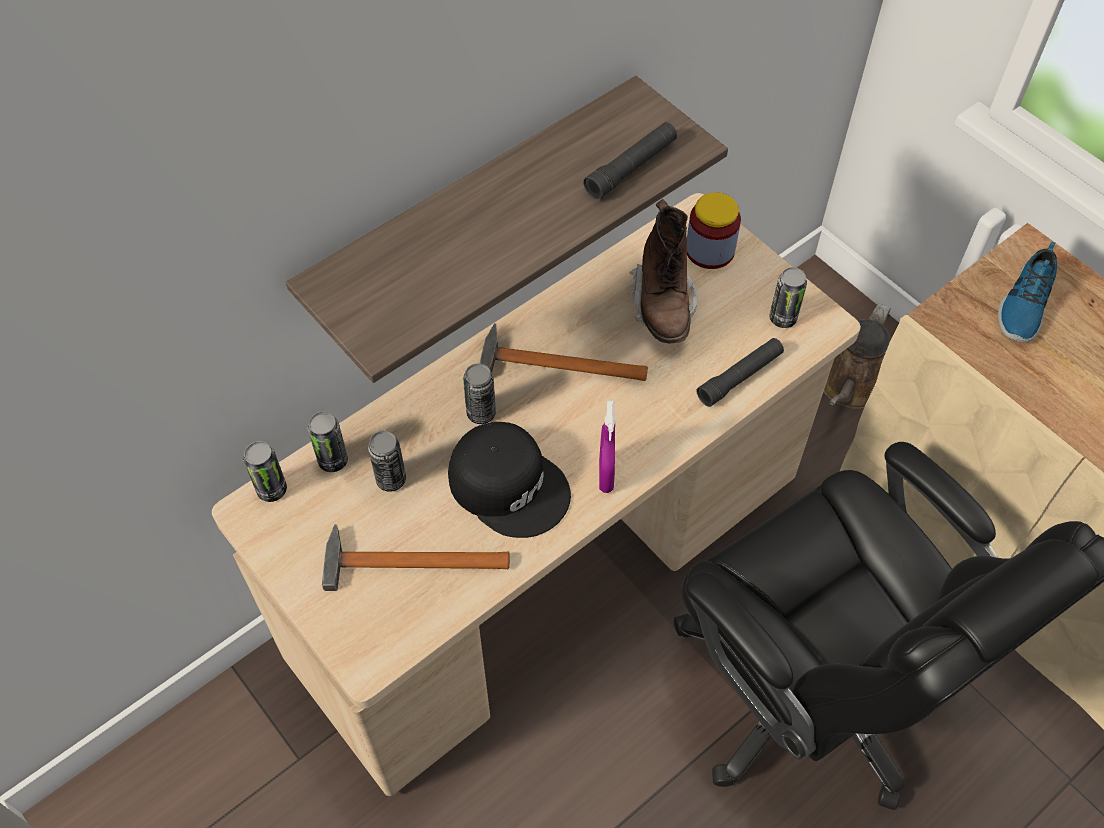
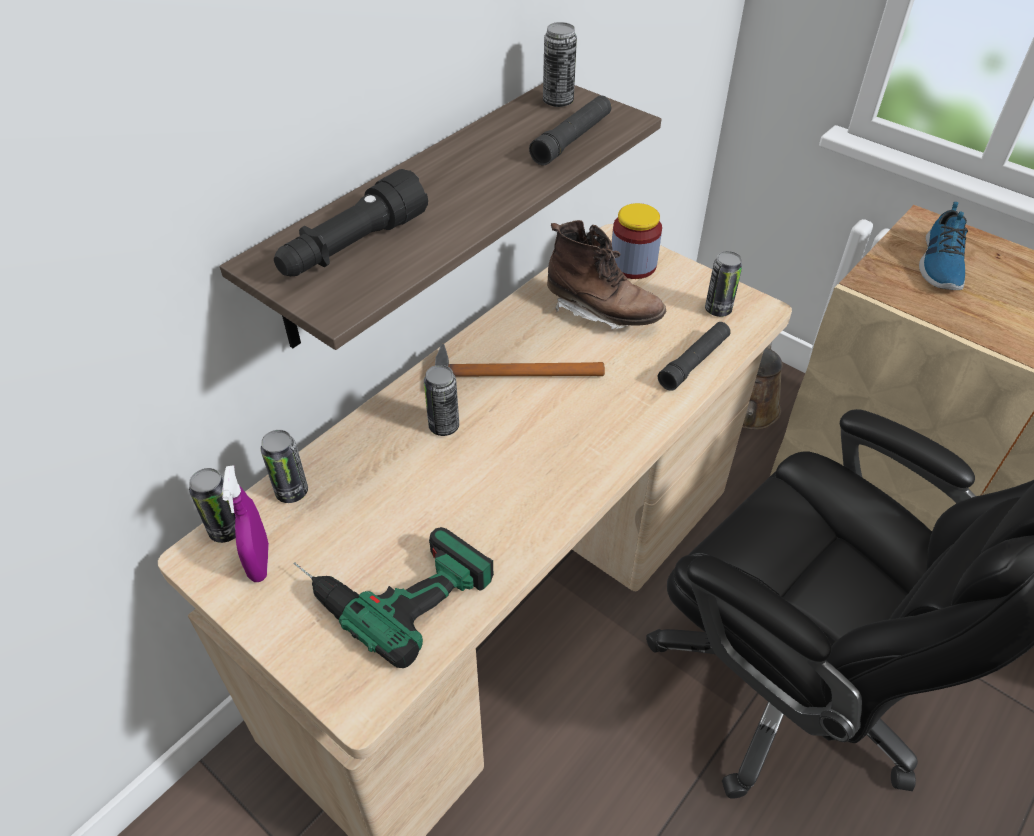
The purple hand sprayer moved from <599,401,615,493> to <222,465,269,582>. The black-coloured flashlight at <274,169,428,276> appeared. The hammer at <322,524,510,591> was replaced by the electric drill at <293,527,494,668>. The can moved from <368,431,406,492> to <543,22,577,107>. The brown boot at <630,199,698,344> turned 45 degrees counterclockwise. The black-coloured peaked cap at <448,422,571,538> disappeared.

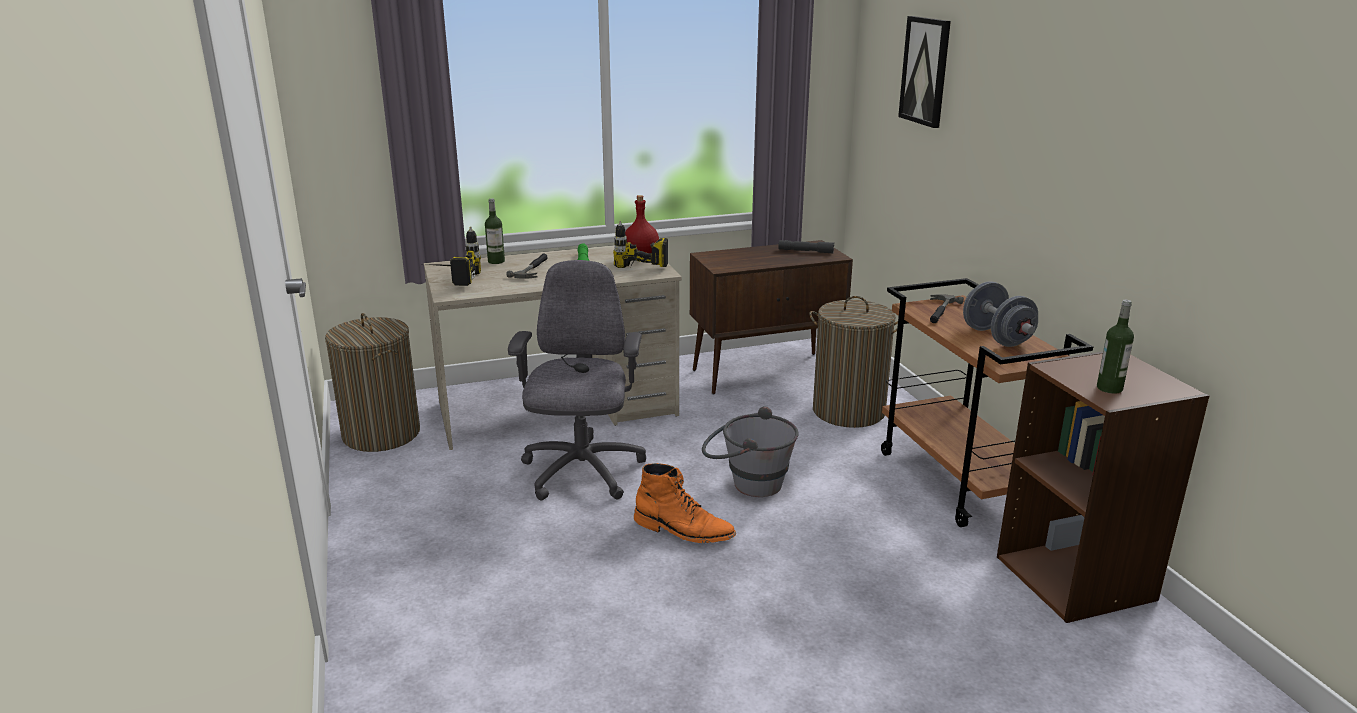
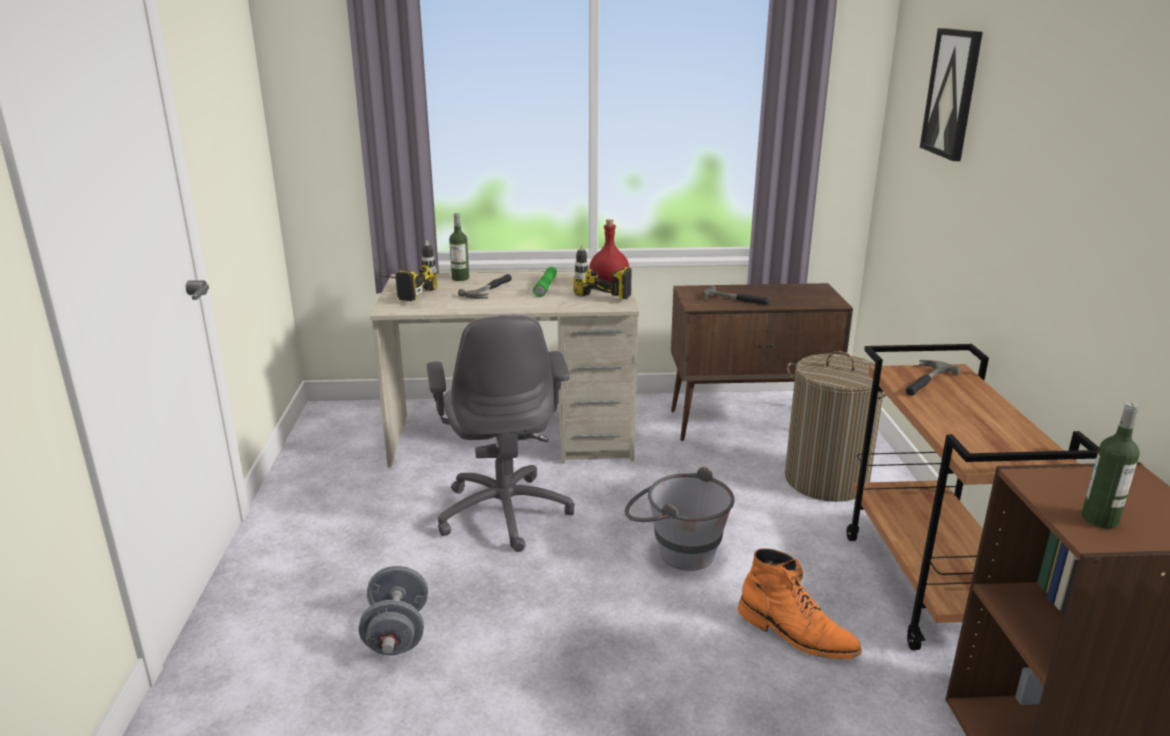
The grey hand weight moved from <963,281,1038,347> to <359,566,428,656>. The grey desk chair at <508,260,646,500> turned 150 degrees clockwise. The hammer at <704,286,770,305> appeared. The orange boot moved from <634,463,736,543> to <738,548,862,659>. The washing basket at <325,313,420,452> disappeared. The grey flashlight at <778,240,834,254> disappeared.

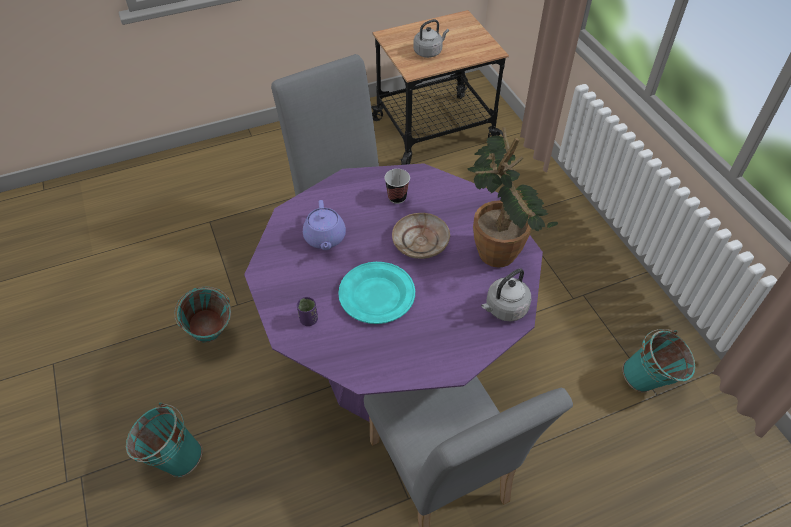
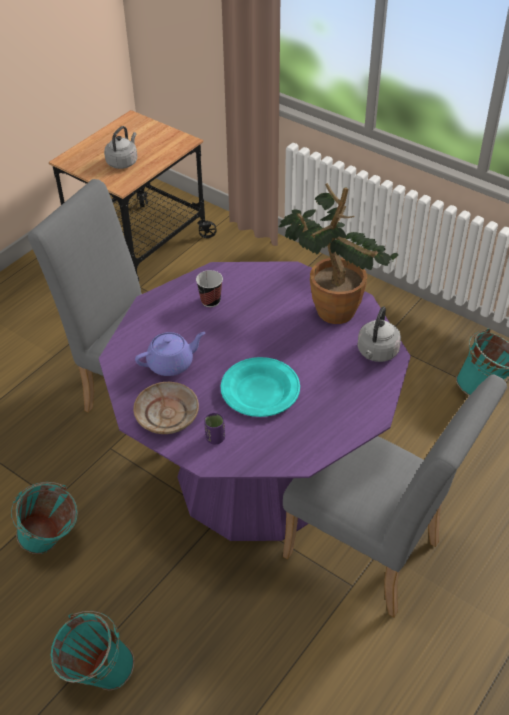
The beige dinner plate moved from <392,213,450,259> to <133,382,199,434>. The purple tea pot at <303,200,346,250> turned 75 degrees counterclockwise.

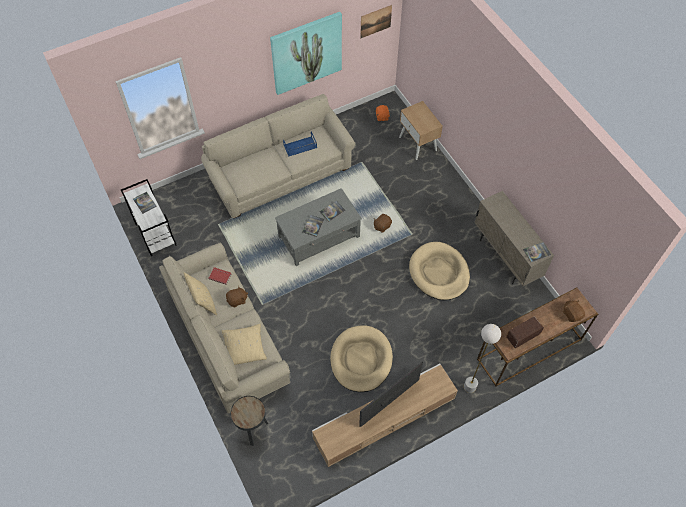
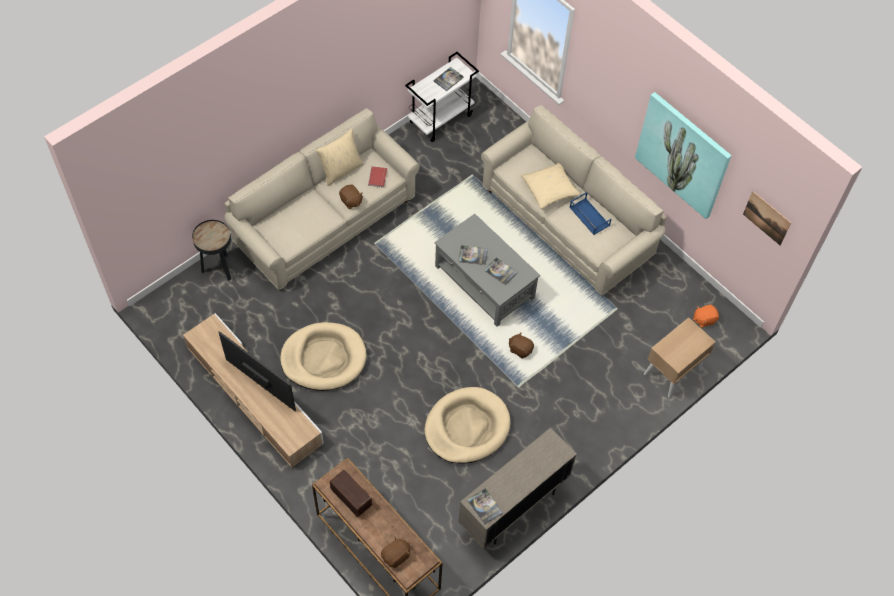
The beige cushion moved from <222,324,267,365> to <521,163,580,209>. The white-coloured standard lamp at <464,324,501,393> disappeared.

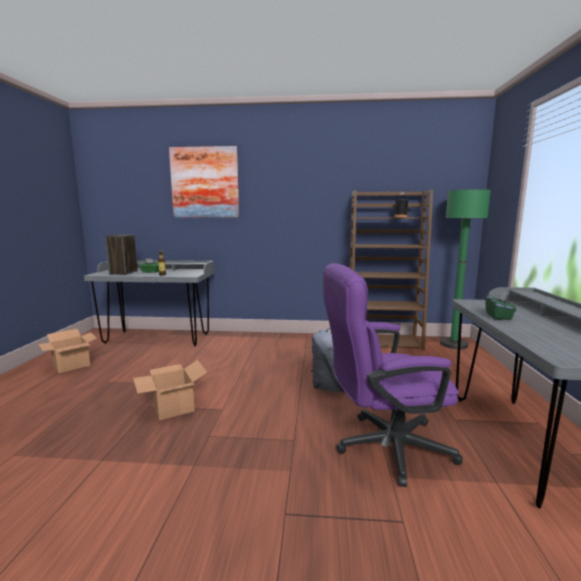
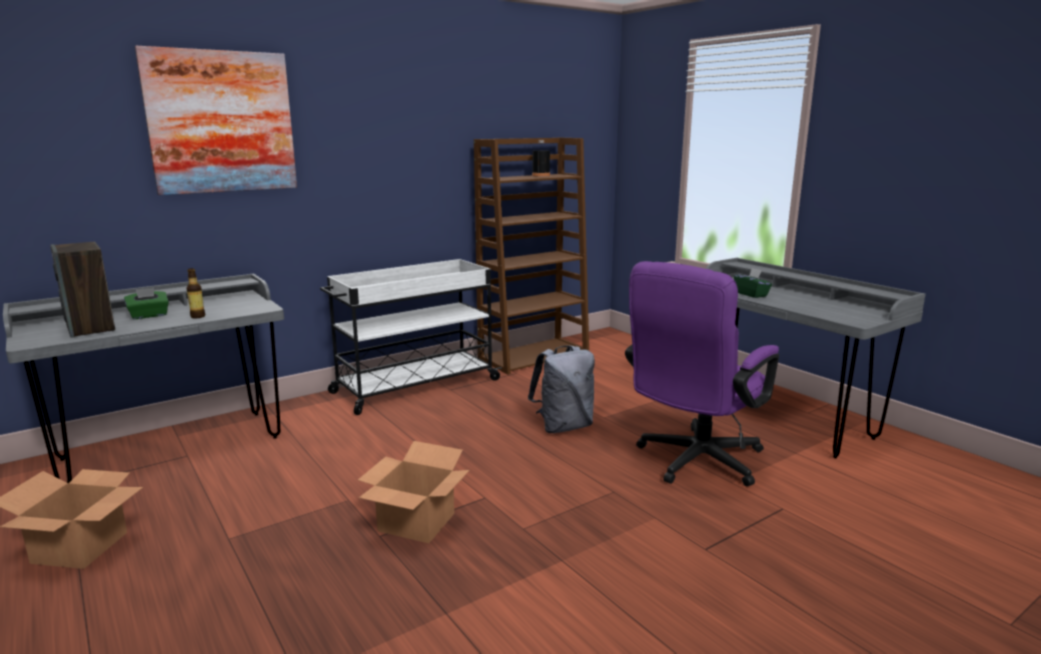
The white-coloured cart at <320,259,502,415> appeared. The green-coloured standard lamp at <440,189,490,349> disappeared.

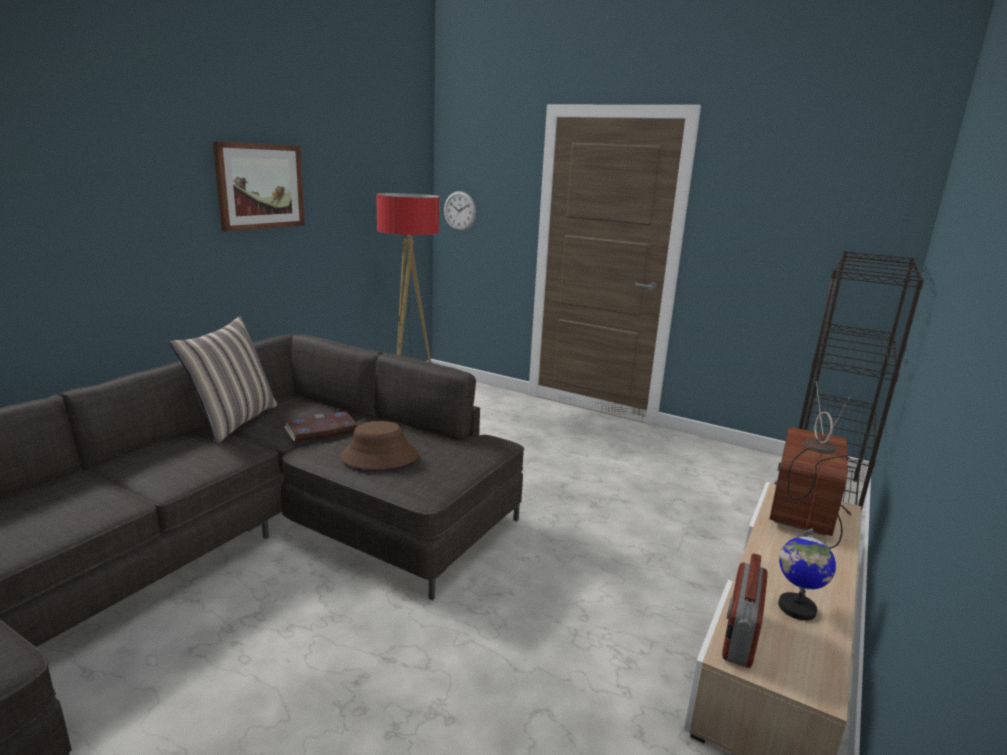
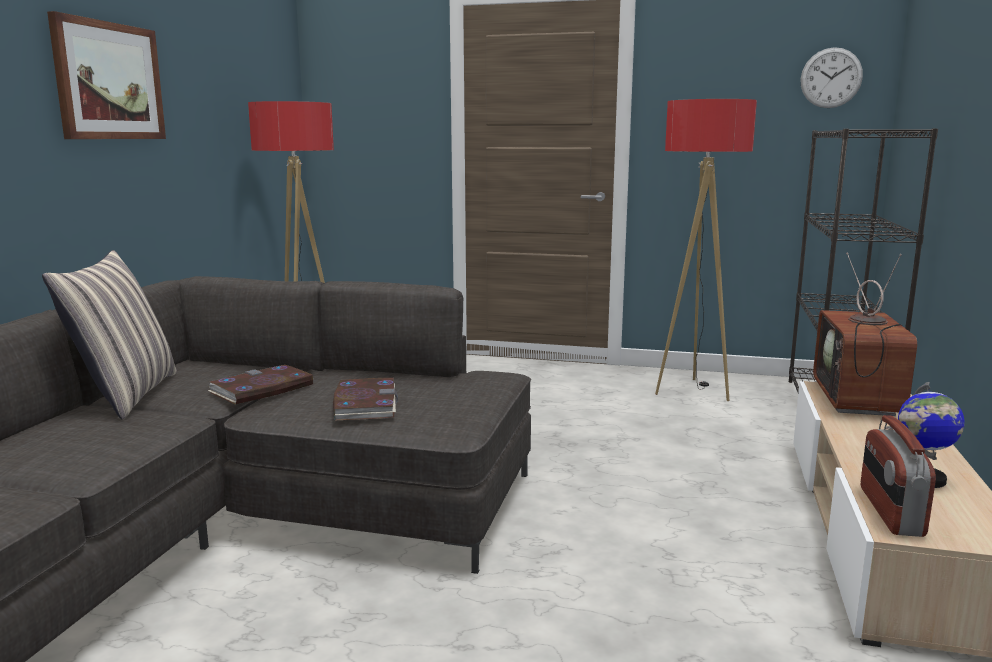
The brown wearable hat at <340,421,419,469> was replaced by the volume at <333,378,398,420>. The standard lamp at <655,99,757,401> appeared. The clock on the wall moved from <444,191,476,231> to <801,47,863,108>.

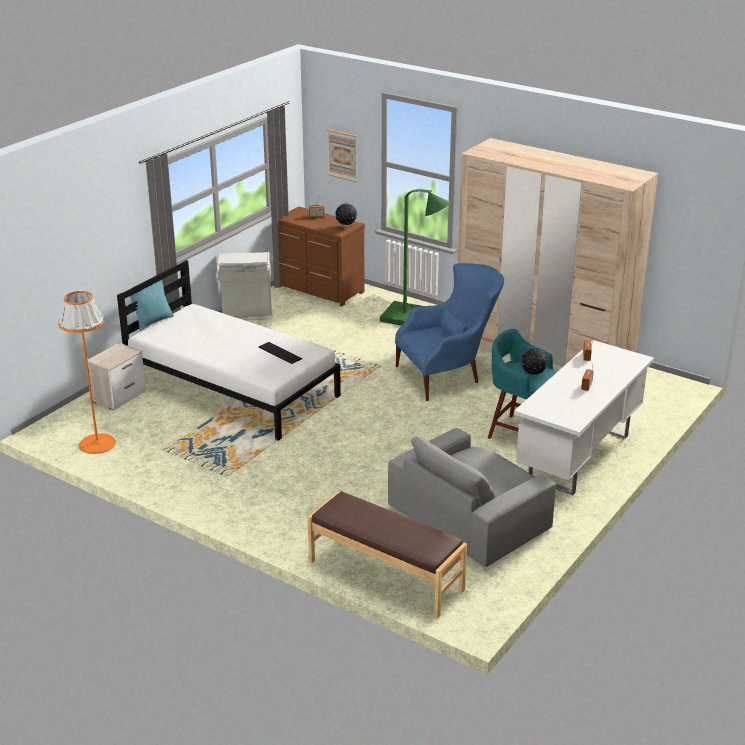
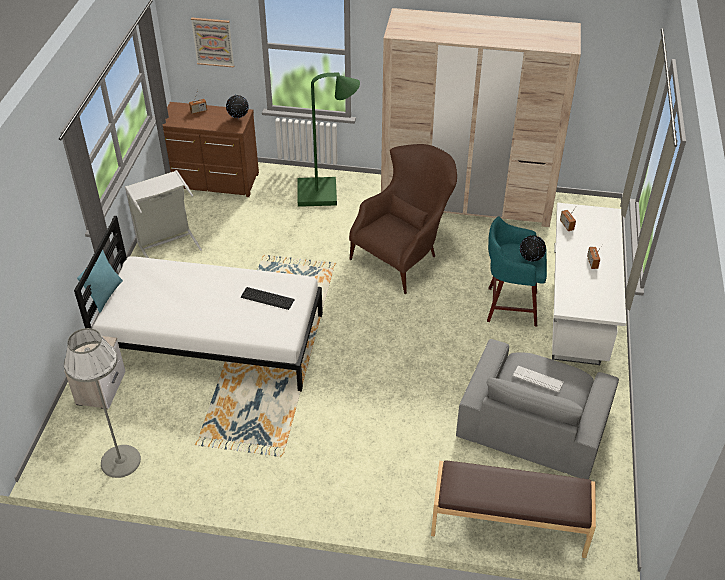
The orange standard lamp at <58,291,116,454> became the grey standard lamp at <64,328,141,478>. The bluish armchair at <395,263,504,401> became the brown armchair at <349,144,457,294>. The keyboard at <513,366,564,392> appeared.

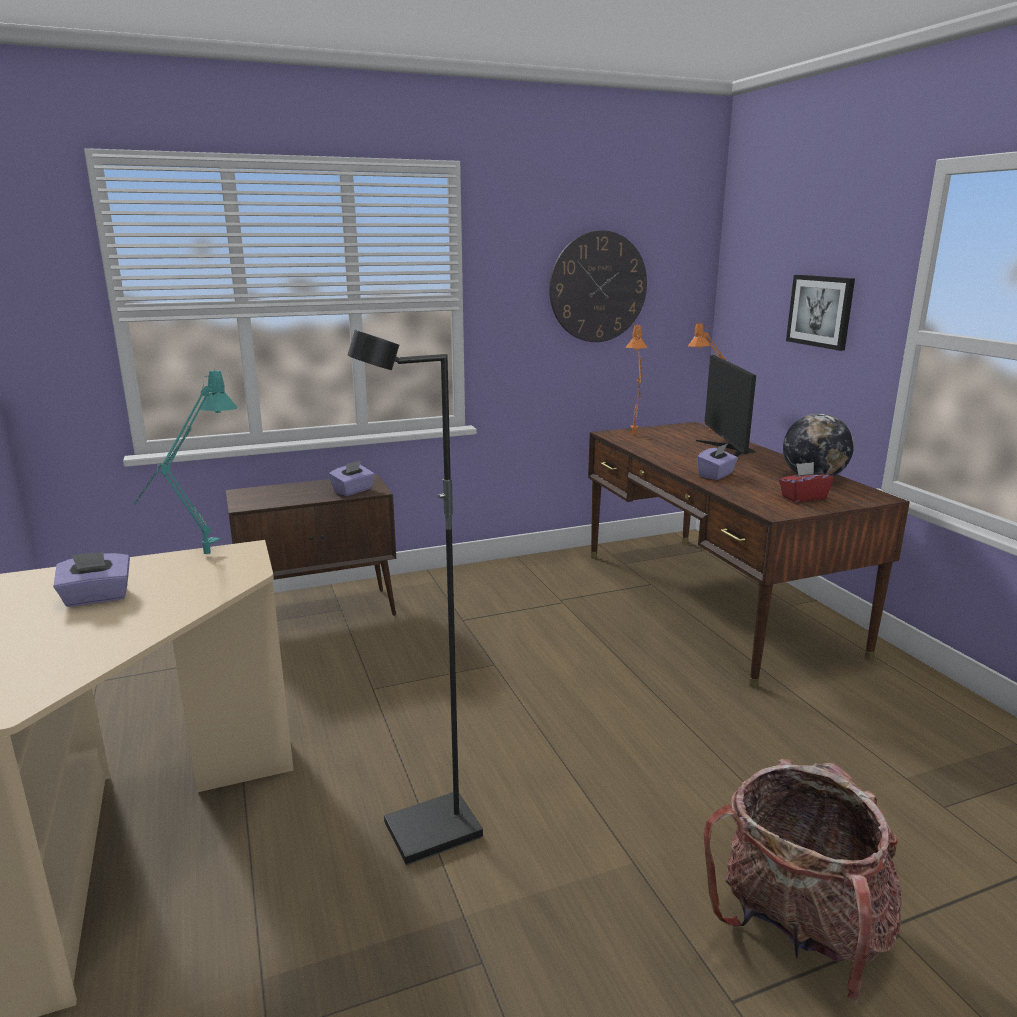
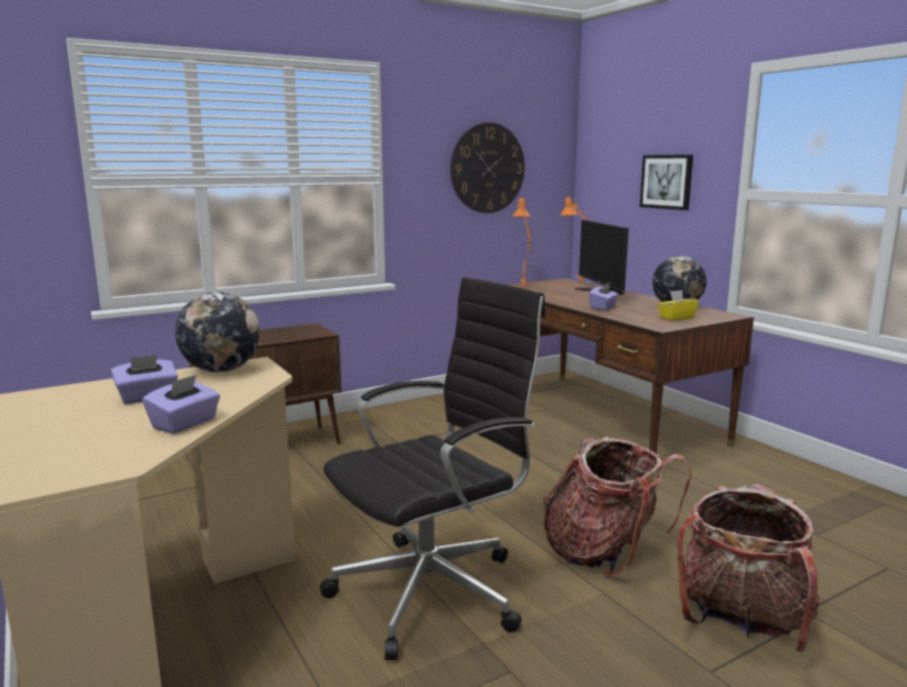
The purple box of tissues moved from <329,461,375,496> to <142,375,220,434>. The turquoise lamp for a table at <133,370,238,554> was replaced by the world globe at <175,292,260,372>. The black-coloured standard lamp at <347,330,483,865> was replaced by the black-coloured desk chair at <320,277,546,660>. The backpack at <543,436,692,577> appeared. The red-coloured box of tissues at <779,462,834,502> became the yellow-coloured box of tissues at <657,290,699,321>.

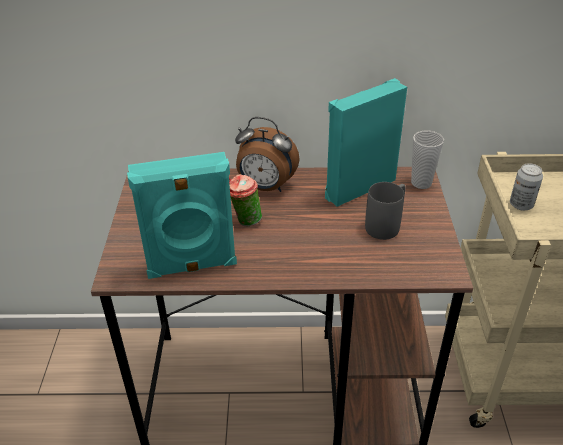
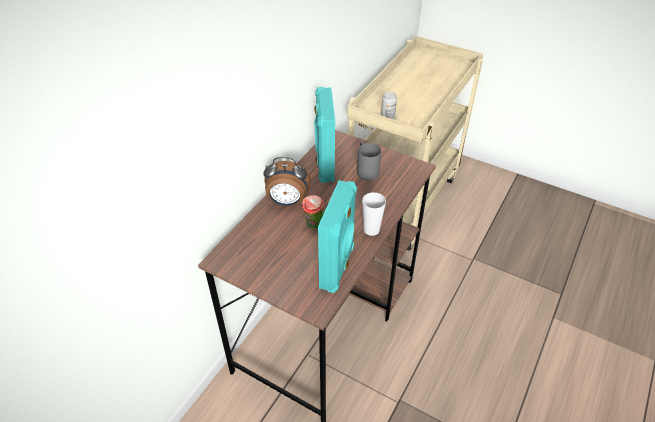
The alarm clock at <235,117,299,192> turned 45 degrees clockwise. The drinking cup moved from <411,130,444,189> to <362,192,386,236>.

